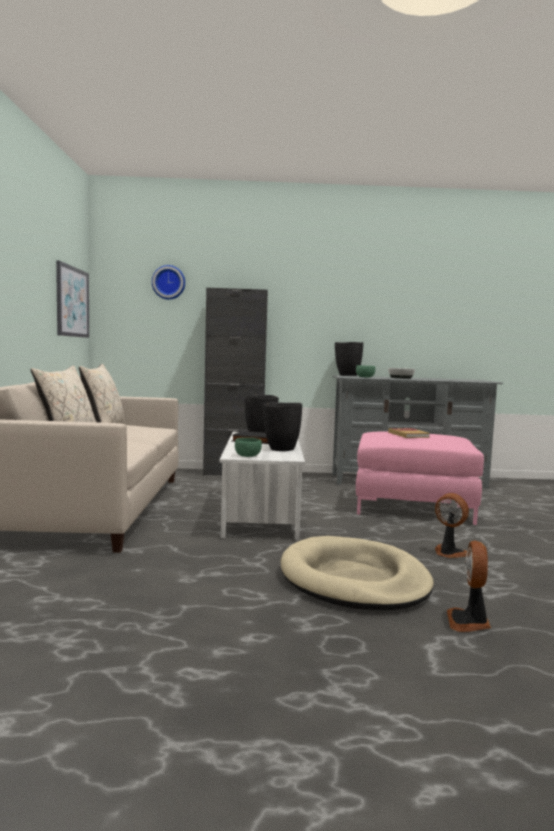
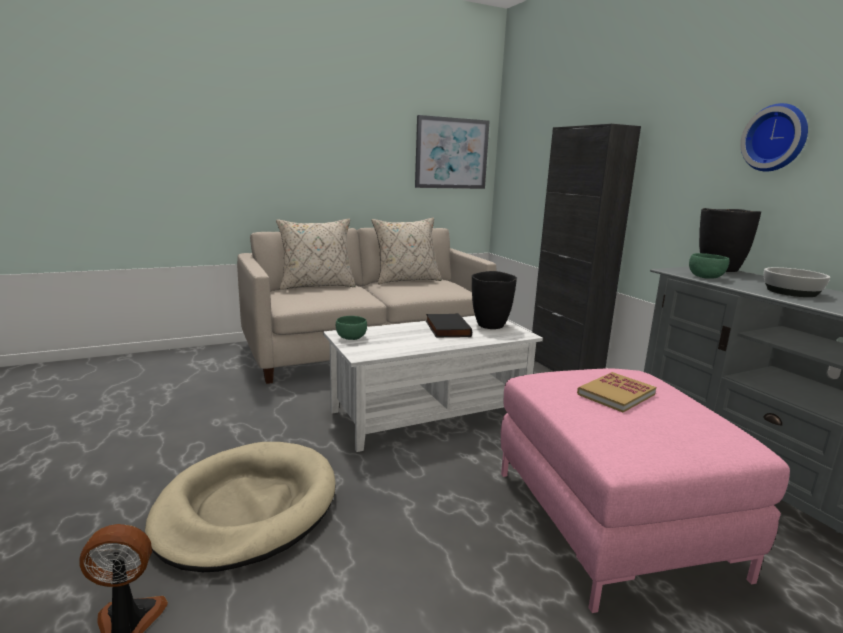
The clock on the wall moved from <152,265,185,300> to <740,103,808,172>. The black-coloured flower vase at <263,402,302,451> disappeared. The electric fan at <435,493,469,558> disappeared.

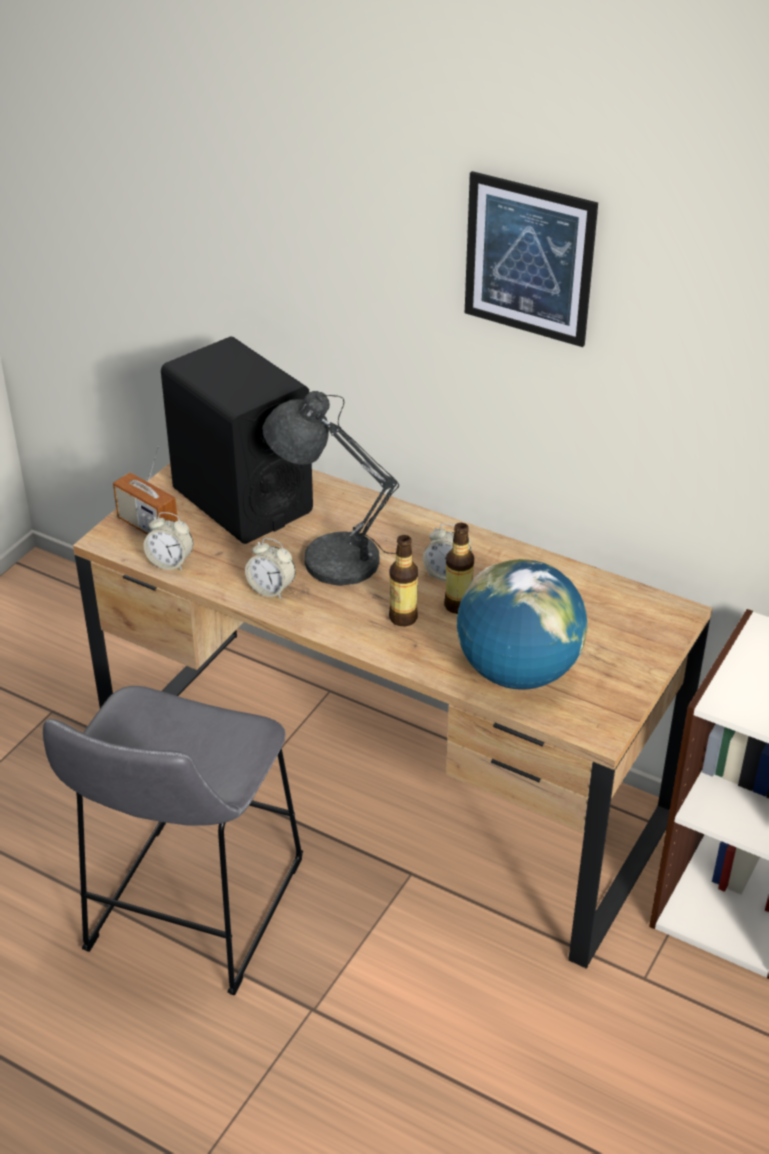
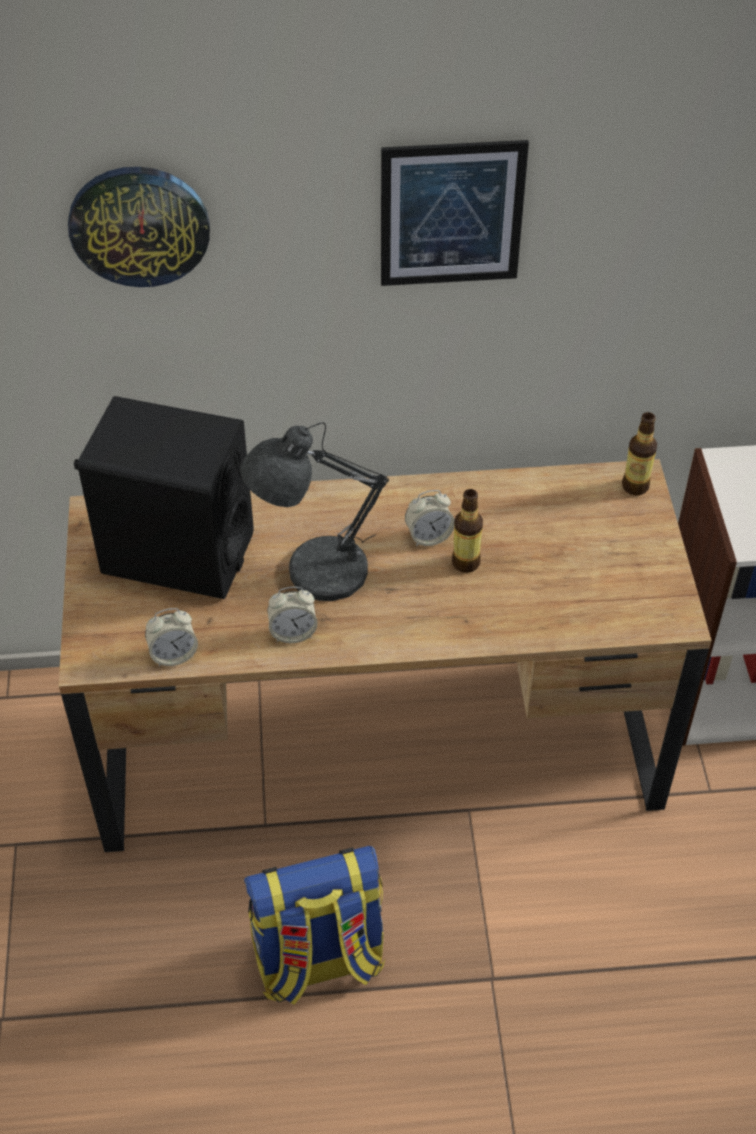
The clock on the wall at <68,167,210,287> appeared. The grey sitting stool at <43,686,303,995> was replaced by the backpack at <244,846,385,1005>. The beverage bottle moved from <389,535,418,626> to <622,412,657,495>. The radio receiver at <113,446,178,535> disappeared. The world globe at <457,559,587,690> disappeared.

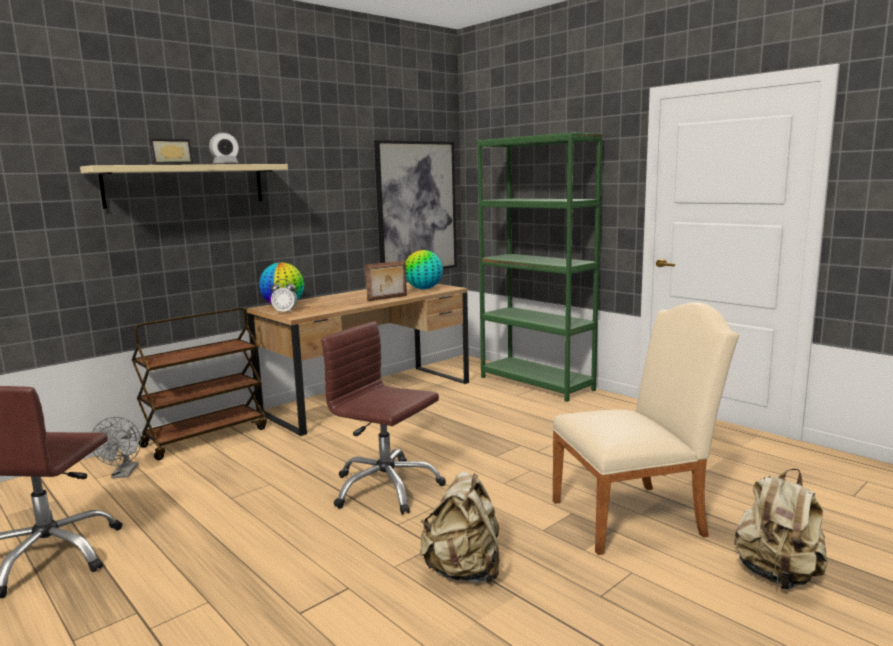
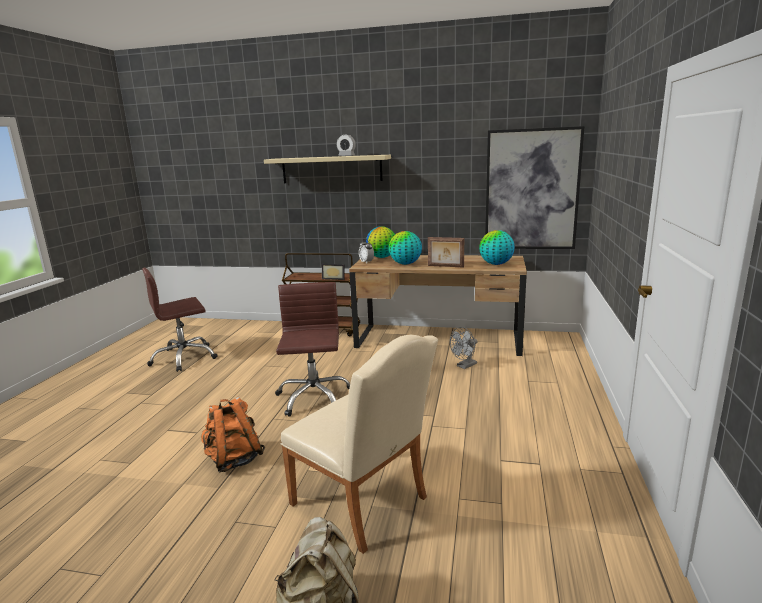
The beige backpack at <420,472,500,584> became the orange backpack at <201,397,265,472>. The photo frame moved from <149,138,194,165> to <322,264,344,280>. The world globe at <389,231,422,265> appeared. The grey electric fan moved from <92,417,141,478> to <450,327,477,369>. The green-coloured bookshelf at <477,132,603,402> disappeared.

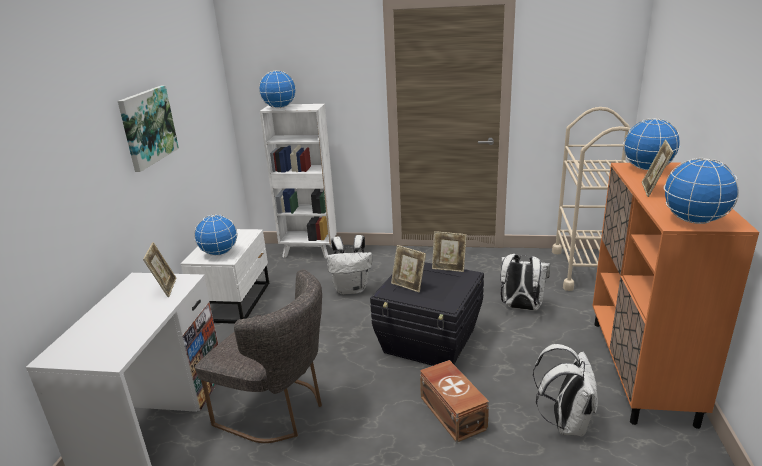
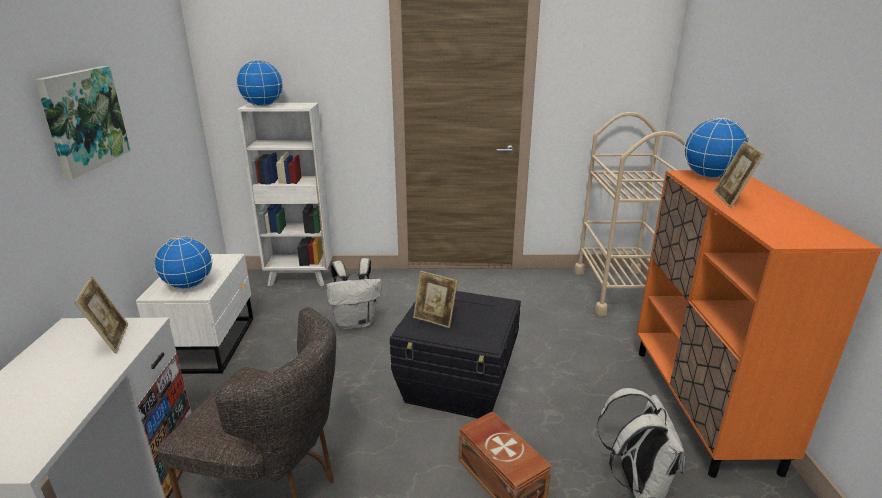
The photo frame at <432,231,467,272> disappeared. The white-coloured backpack at <500,254,550,310> disappeared. The world globe at <664,158,739,224> disappeared.

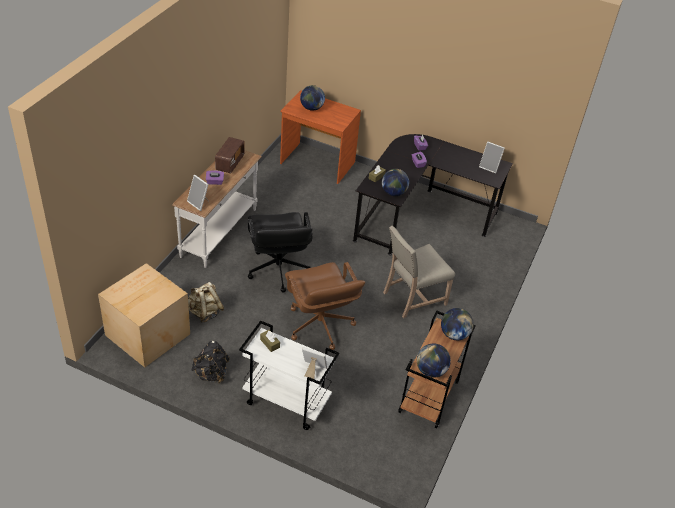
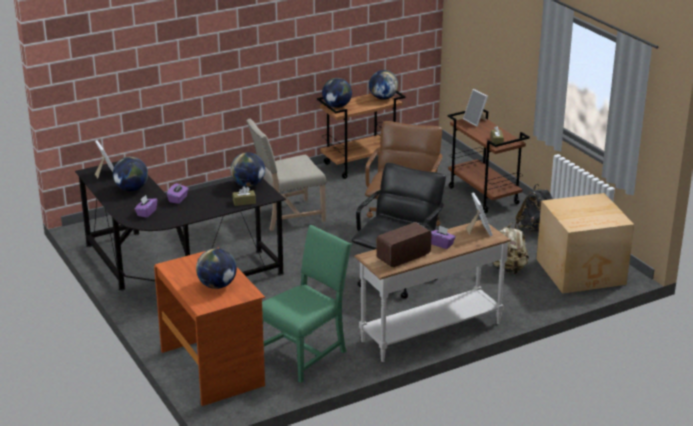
The world globe at <113,157,148,191> appeared. The beige plain chair at <383,226,455,318> turned 150 degrees clockwise. The green-coloured plain chair at <262,225,352,383> appeared. The white-coloured cart at <239,321,339,430> became the brown cart at <448,109,530,213>.

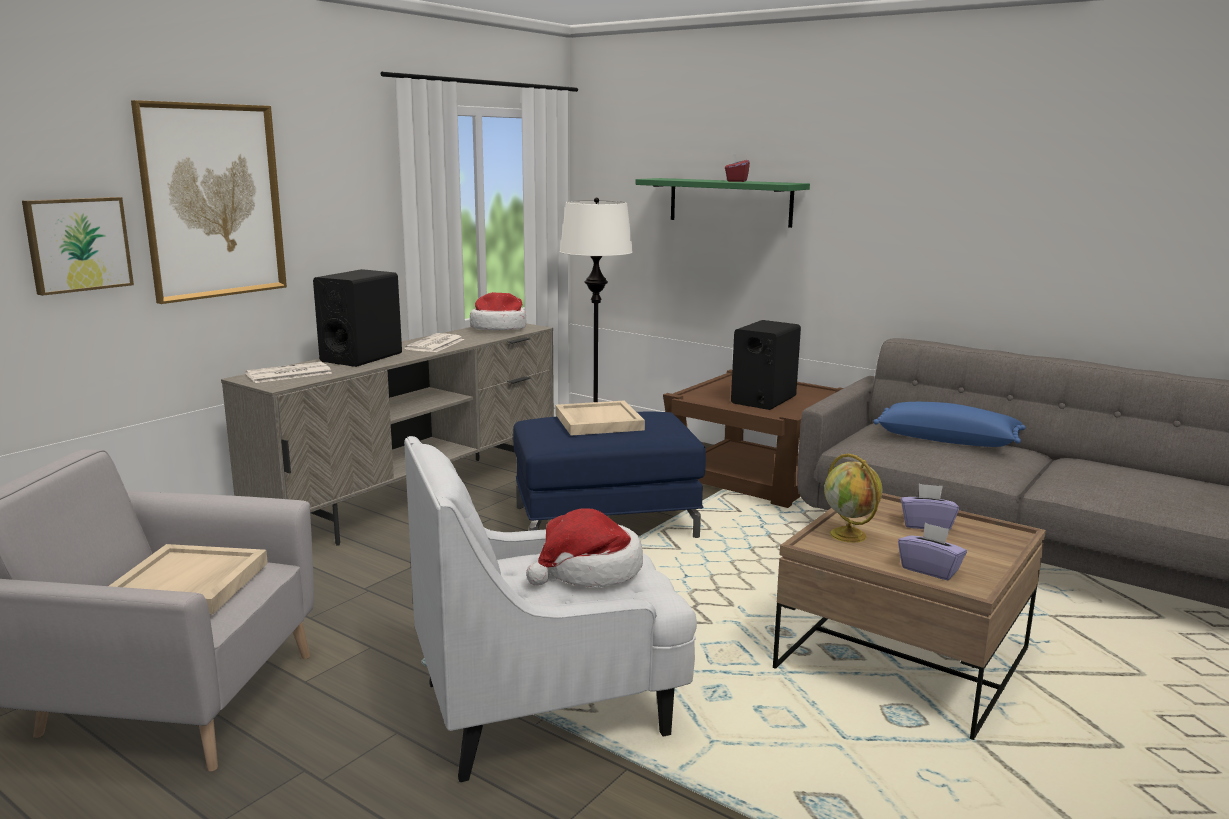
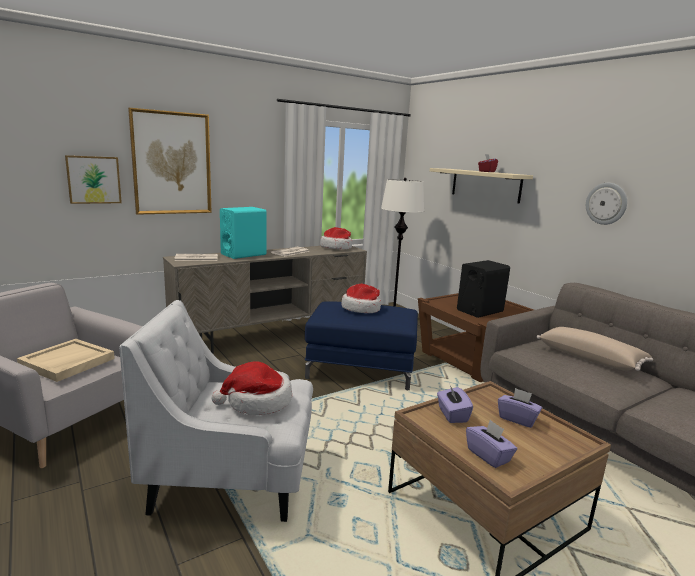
The black-coloured loudspeaker at <313,269,402,367> became the turquoise loudspeaker at <220,207,267,259>. The beige carrying tray at <555,400,645,436> was replaced by the wearable hat at <341,284,381,313>. The green-coloured bracket shelf at <636,178,810,228> became the beige bracket shelf at <430,168,533,203>. The world globe at <824,454,882,543> was replaced by the purple box of tissues at <437,386,473,423>. The bluish cushion at <873,402,1026,447> became the beige cushion at <536,327,653,371>. The clock on the wall at <586,183,627,225> appeared.

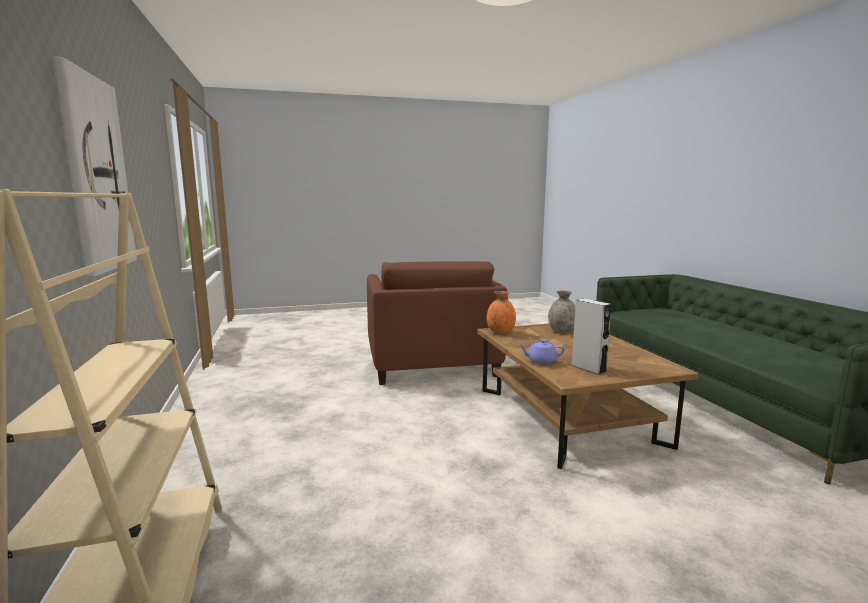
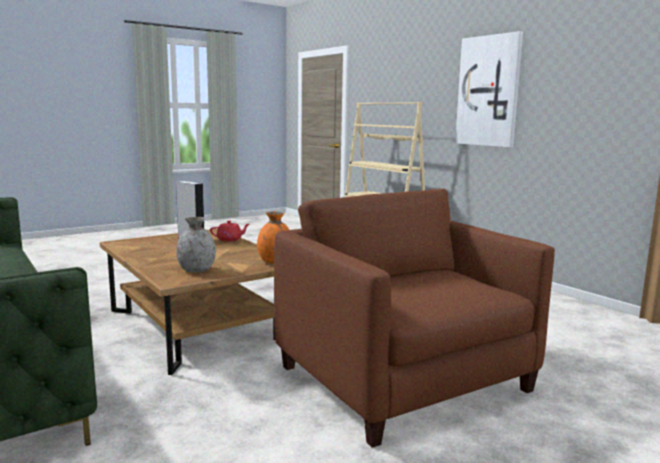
The purple tea pot at <518,339,565,364> became the red-coloured tea pot at <210,221,249,242>.

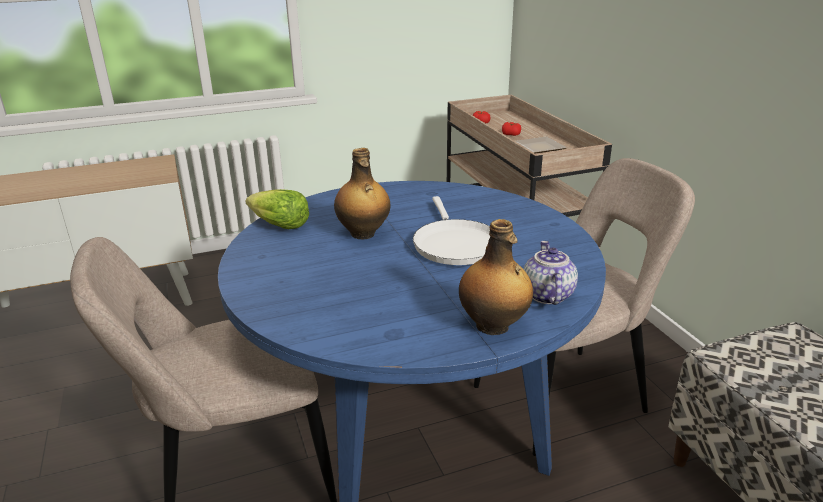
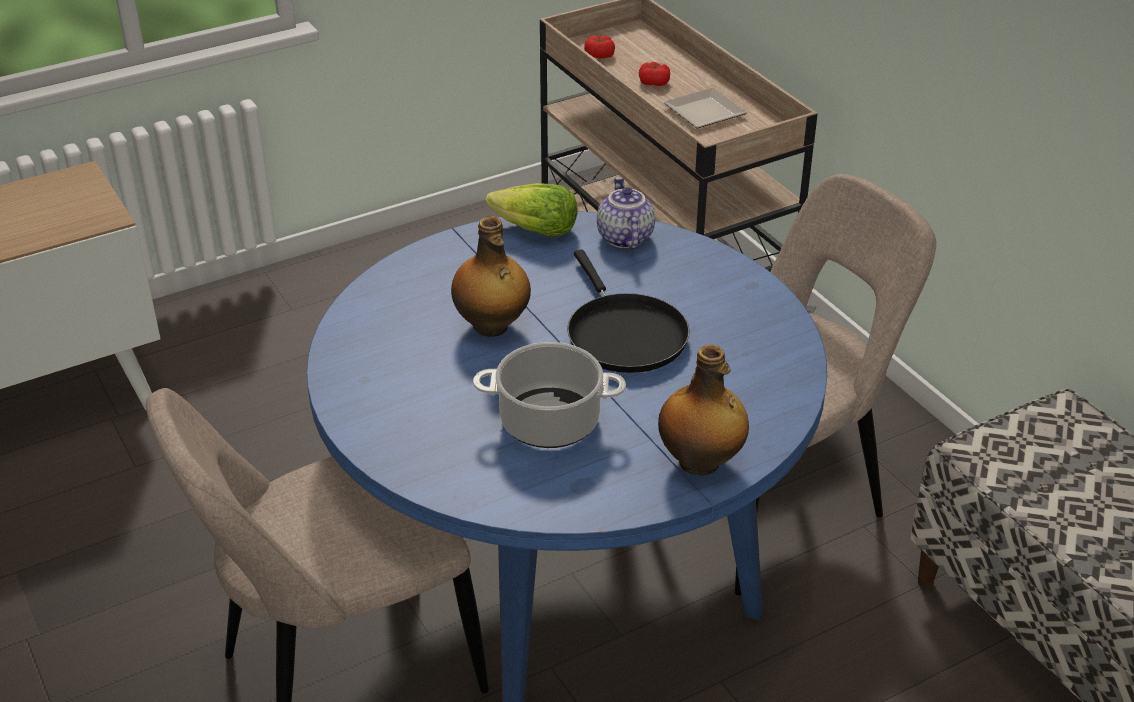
The cooking pot at <473,342,626,448> appeared. The lettuce moved from <245,189,309,229> to <485,183,578,237>. The white-coloured skillet at <413,196,490,265> became the black-coloured skillet at <567,250,689,373>. The tea pot moved from <524,241,578,305> to <597,177,655,249>.

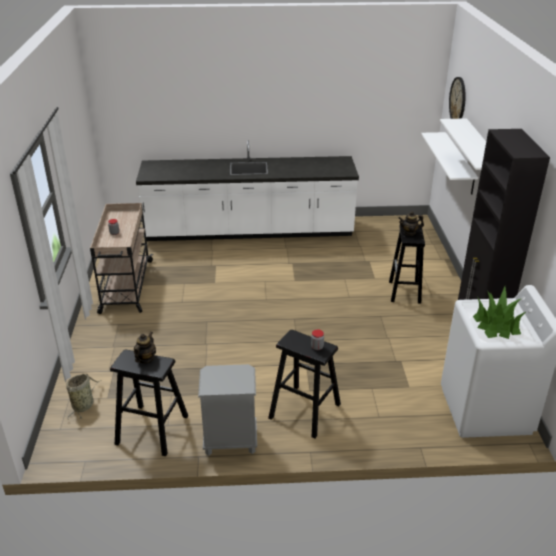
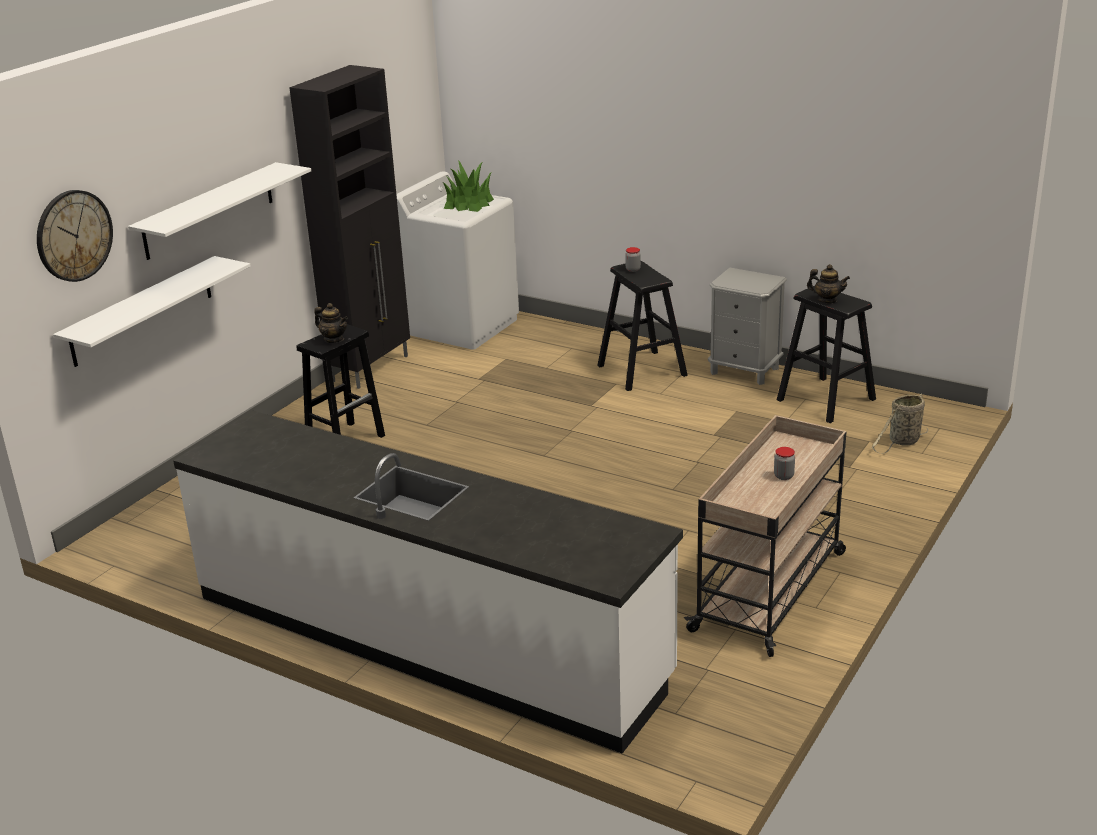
The tea pot at <134,332,156,364> turned 120 degrees counterclockwise.

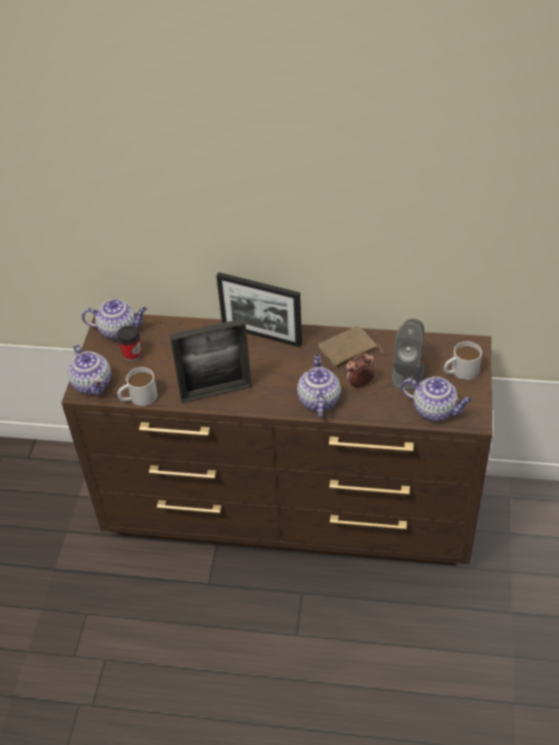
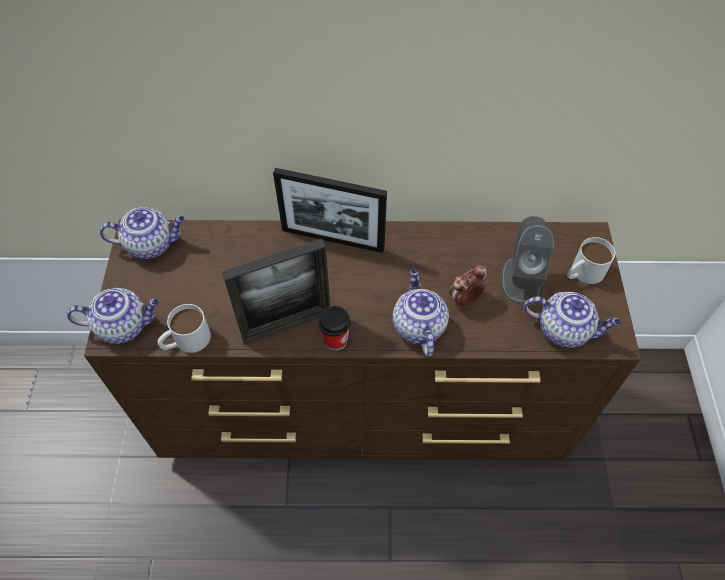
The tea pot at <68,344,111,395> turned 60 degrees counterclockwise. The drinking cup moved from <117,325,141,362> to <318,306,351,351>. The brown volume at <318,326,383,368> disappeared.

